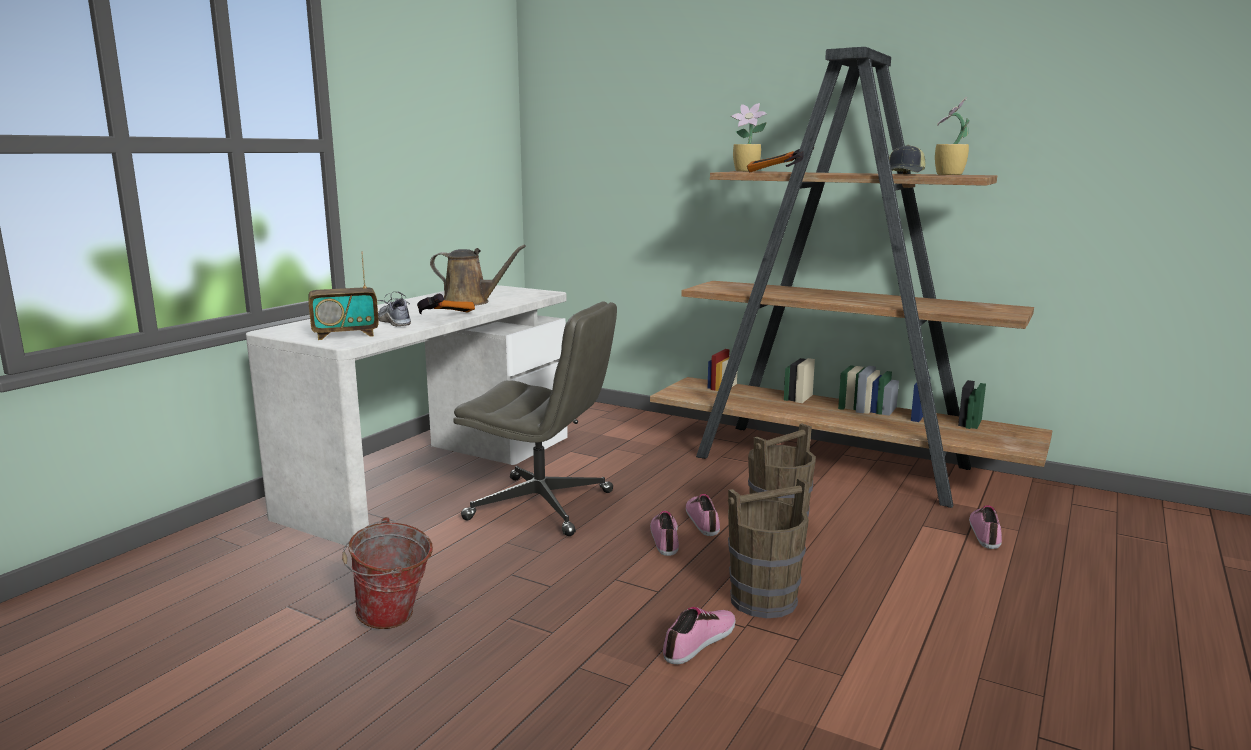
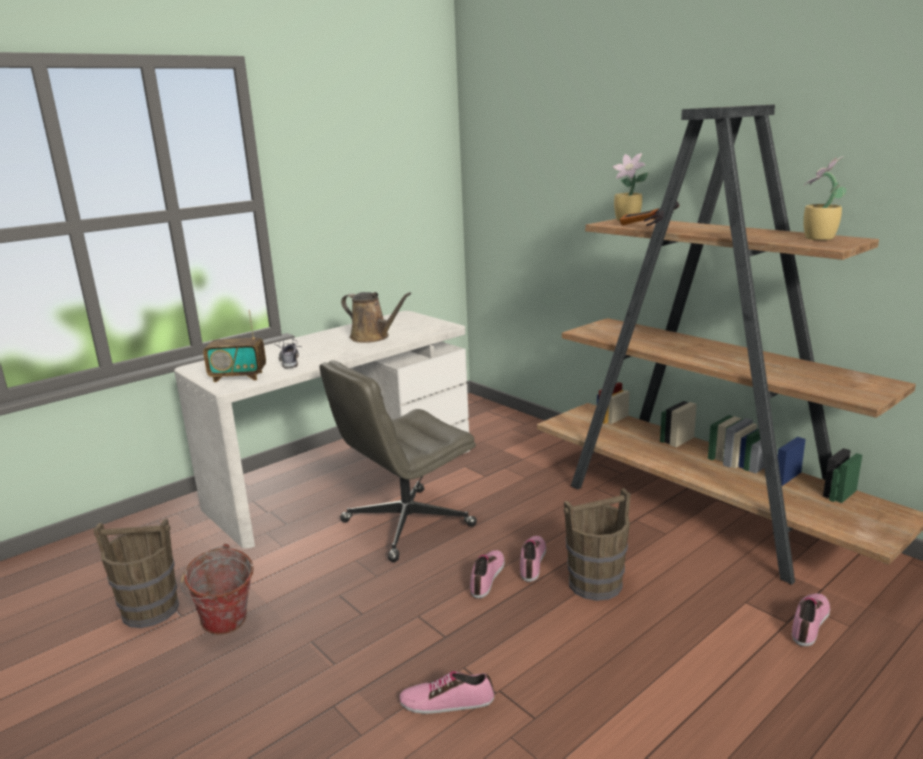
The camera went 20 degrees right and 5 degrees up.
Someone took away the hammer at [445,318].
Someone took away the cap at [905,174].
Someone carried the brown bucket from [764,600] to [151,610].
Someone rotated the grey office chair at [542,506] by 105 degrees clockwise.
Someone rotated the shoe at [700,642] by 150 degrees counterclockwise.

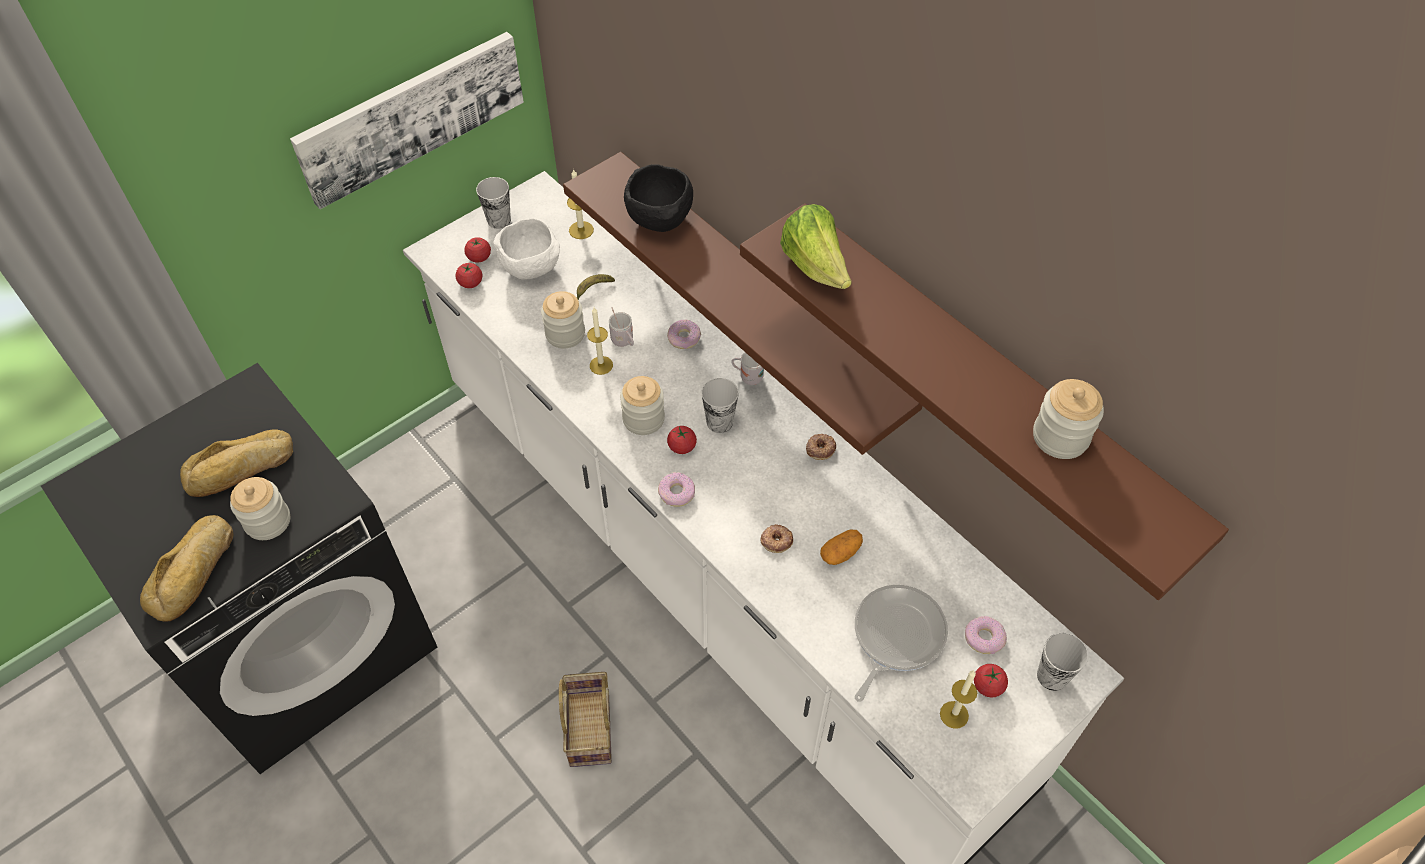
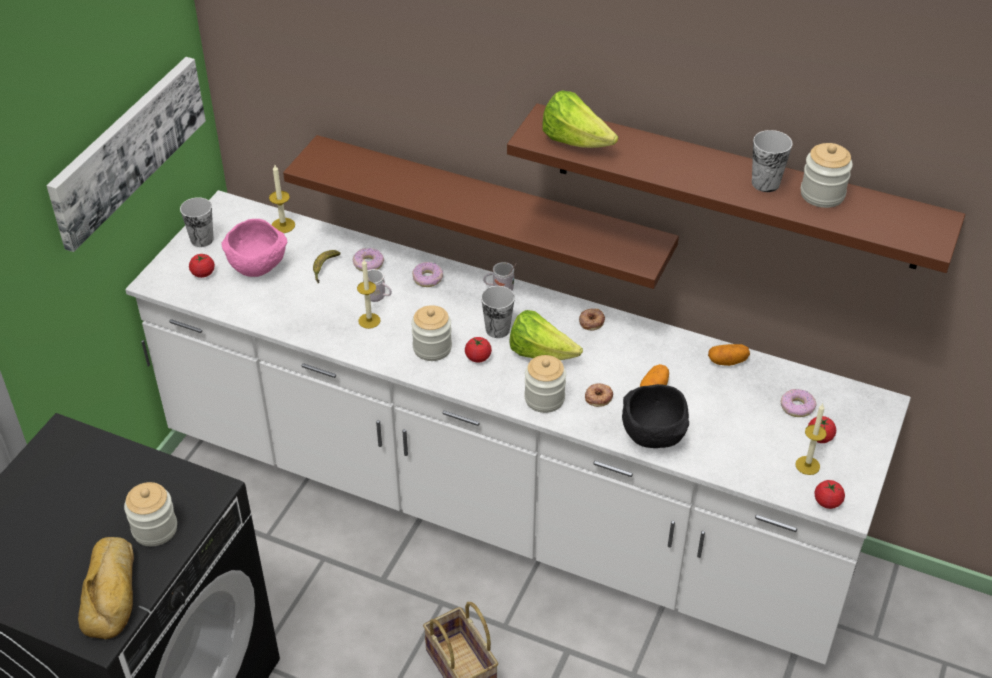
The camera went 25 degrees left and 10 degrees down.
Someone took away the bread at [241,470].
Someone took away the frying pan at [895,636].
Someone put down the lettuce at [540,353].
Someone put down the potato at [727,361].
Someone carried the tomato from [470,283] to [827,502].
Someone carried the jar from [565,334] to [544,398].
Someone carried the black bowl from [661,221] to [655,437].
Someone carried the donut from [676,493] to [368,264].
Someone carried the cup from [1052,676] to [765,183].
Someone repainted the white bowl at [533,268], which became the pink bowl at [258,267].

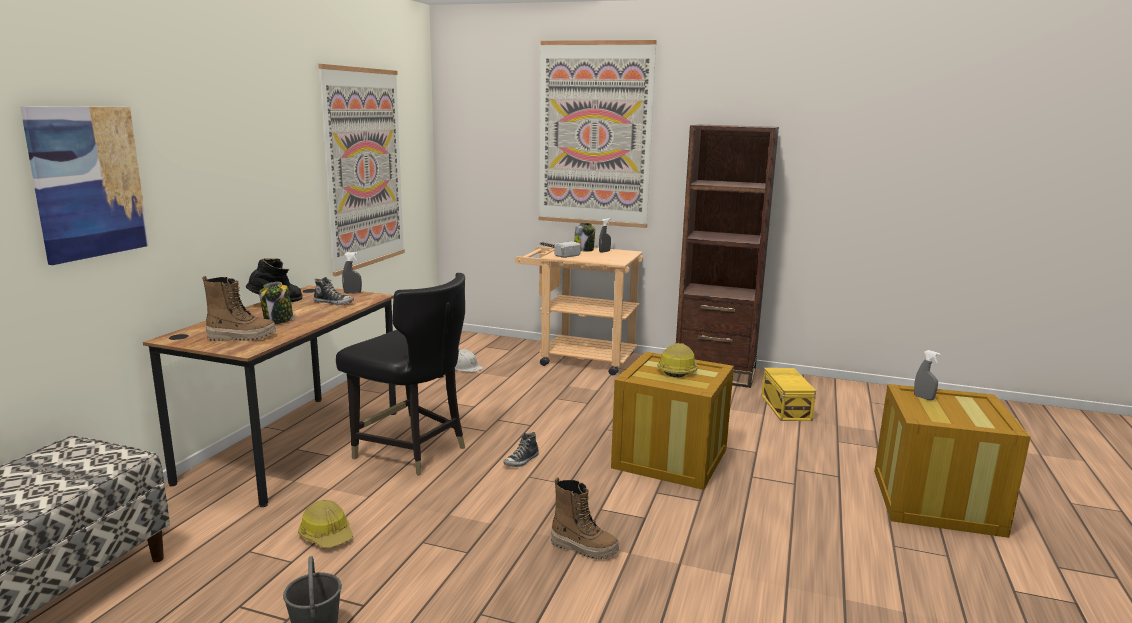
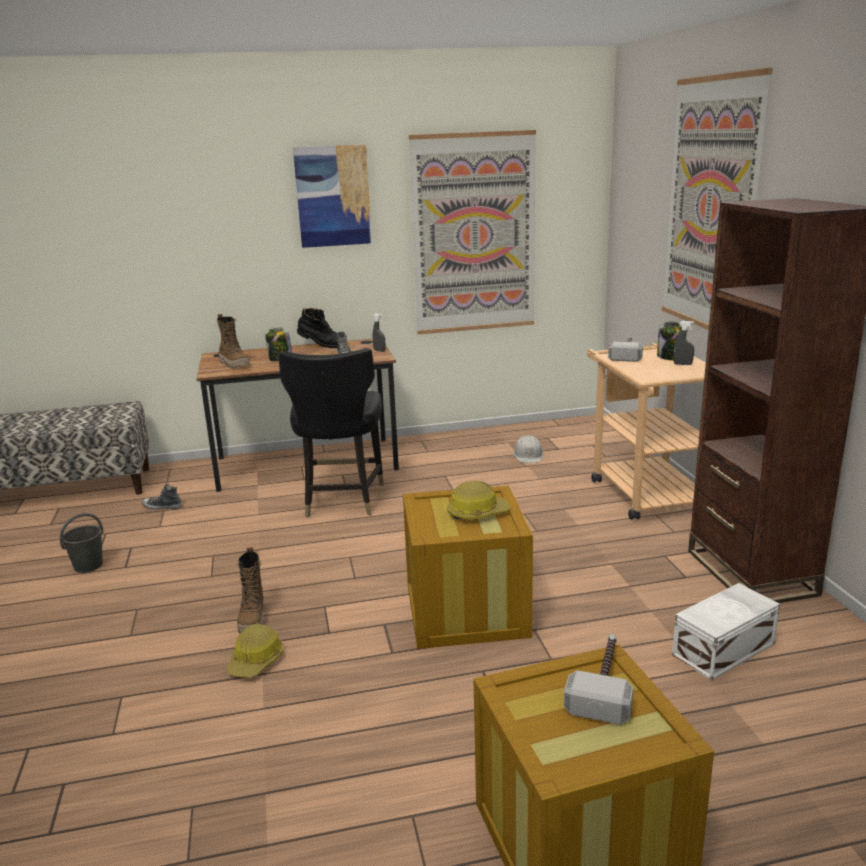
The camera went 60 degrees right and 5 degrees up.
Someone carried the picture from [88,182] to [333,196].
Someone carried the hard hat from [327,535] to [256,661].
Someone carried the shoe from [521,461] to [162,507].
Someone swapped the grey spray bottle at [923,398] for the hammer at [604,683].
Someone repainted the yellow storage box at [786,407], which became the white storage box at [725,650].

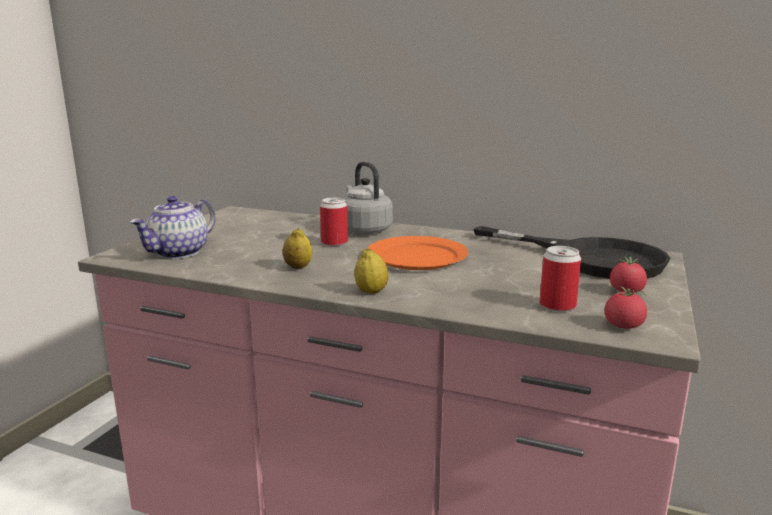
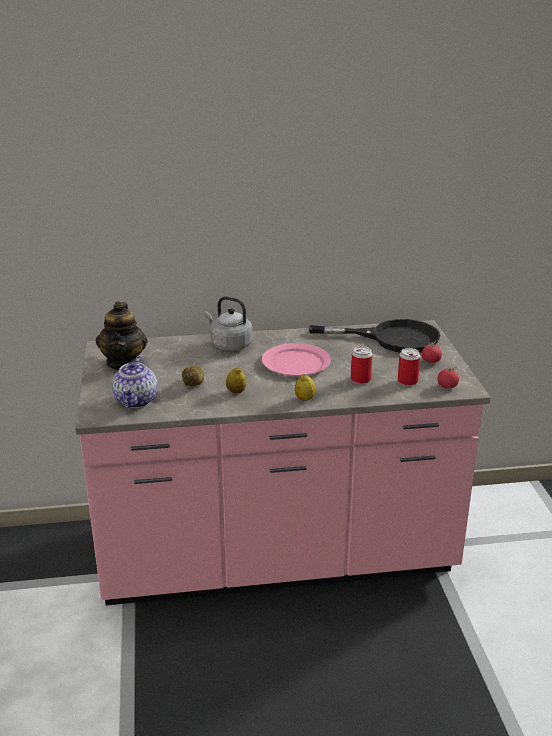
The camera went 30 degrees left and 10 degrees up.
Someone put down the teapot at [124,363].
Someone put down the potato at [194,384].
Someone carried the can from [334,243] to [360,379].
Someone repainted the orange plate at [416,257], which became the pink plate at [295,363].

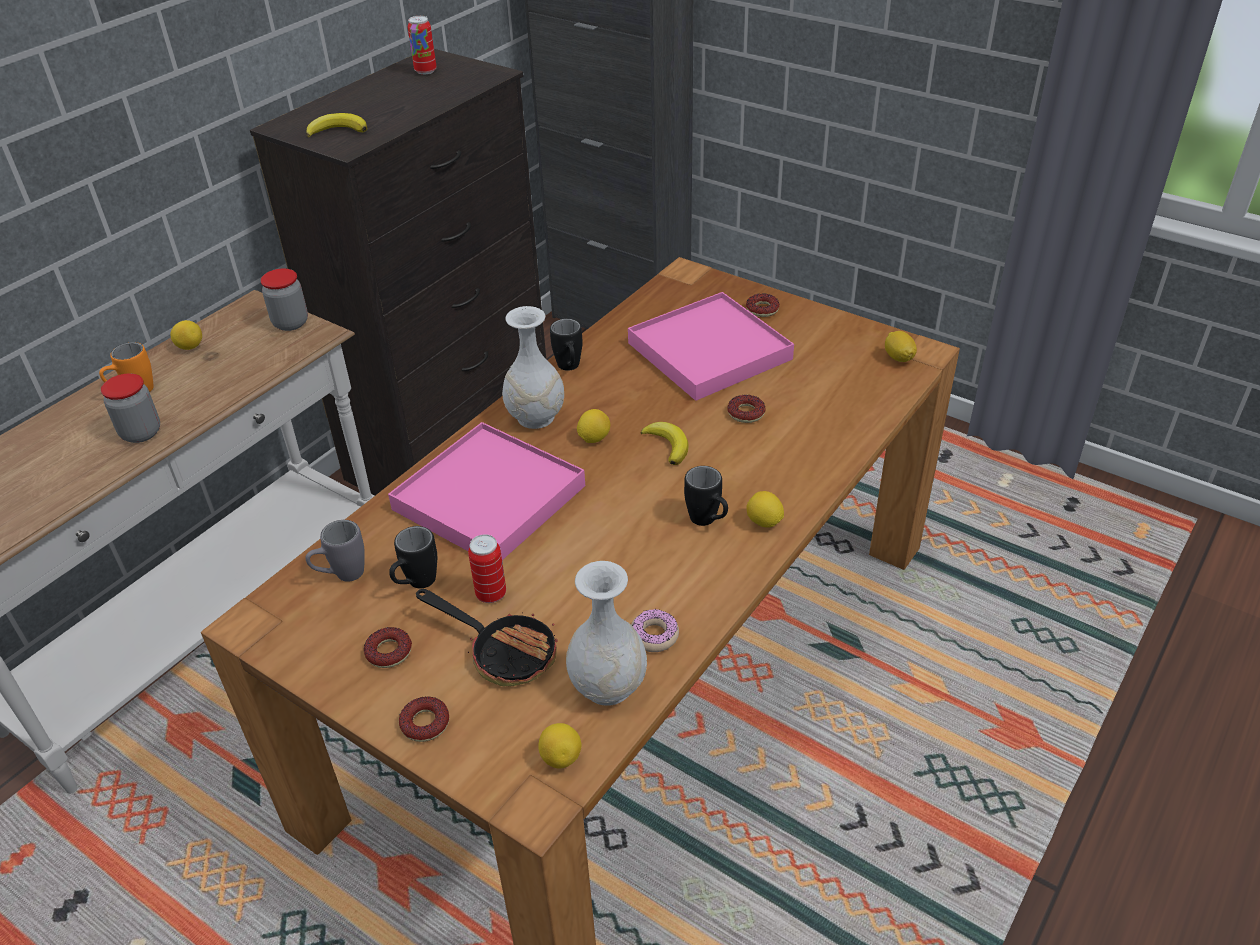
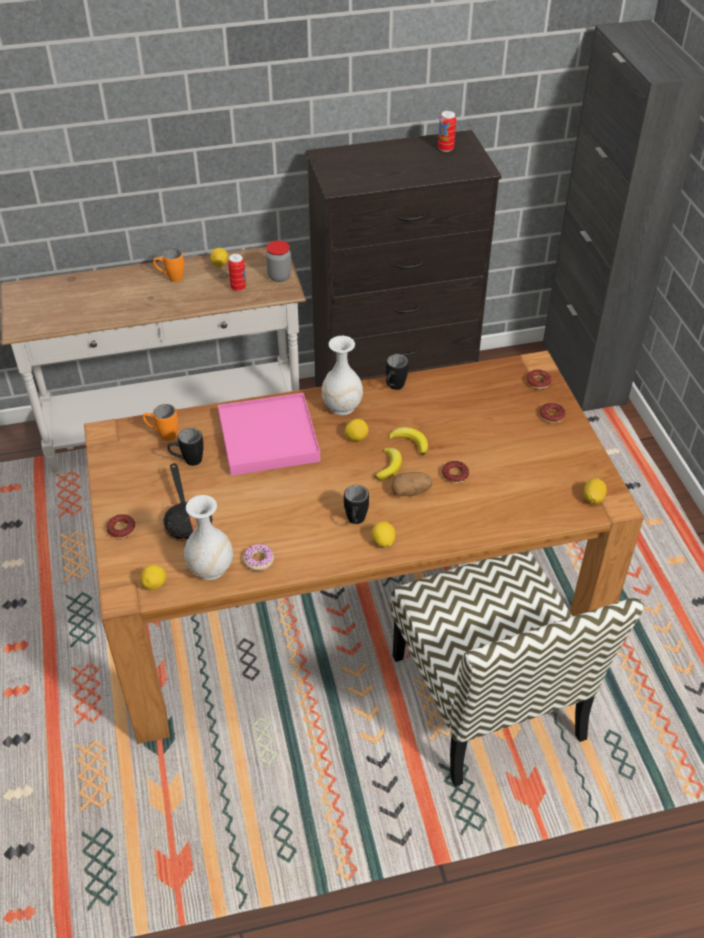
The camera went 40 degrees right and 5 degrees up.
Someone took away the jar at [141,433].
Someone took away the pink tray at [709,351].
Someone put down the chair at [489,700].
Someone put down the potato at [411,491].
Someone carried the banana from [337,130] to [410,442].
Someone carried the donut from [389,652] to [538,382].
Someone carried the can from [491,594] to [238,288].
Someone repainted the grey mug at [341,576], which became the orange mug at [163,435].

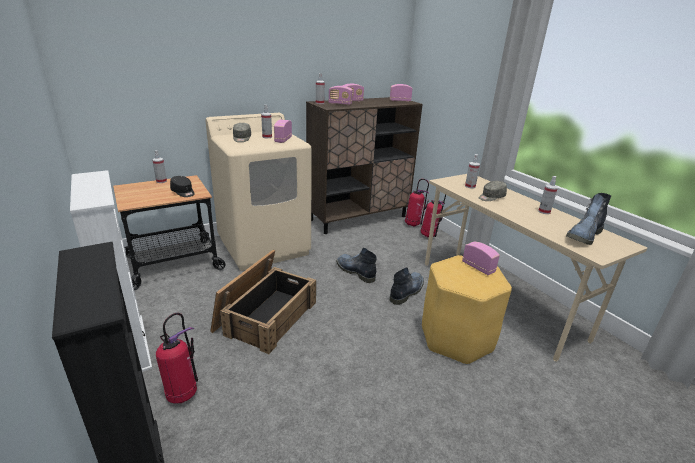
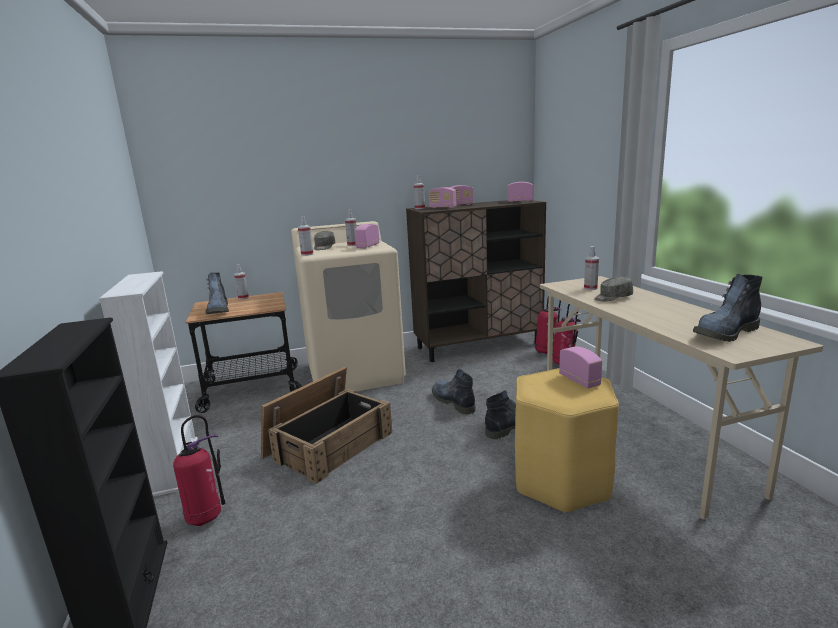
The camera went 15 degrees right and 10 degrees down.
Someone took away the black cap at [183,192].
Someone put down the boot at [218,310].
Someone carried the spray bottle from [544,211] to [307,254].

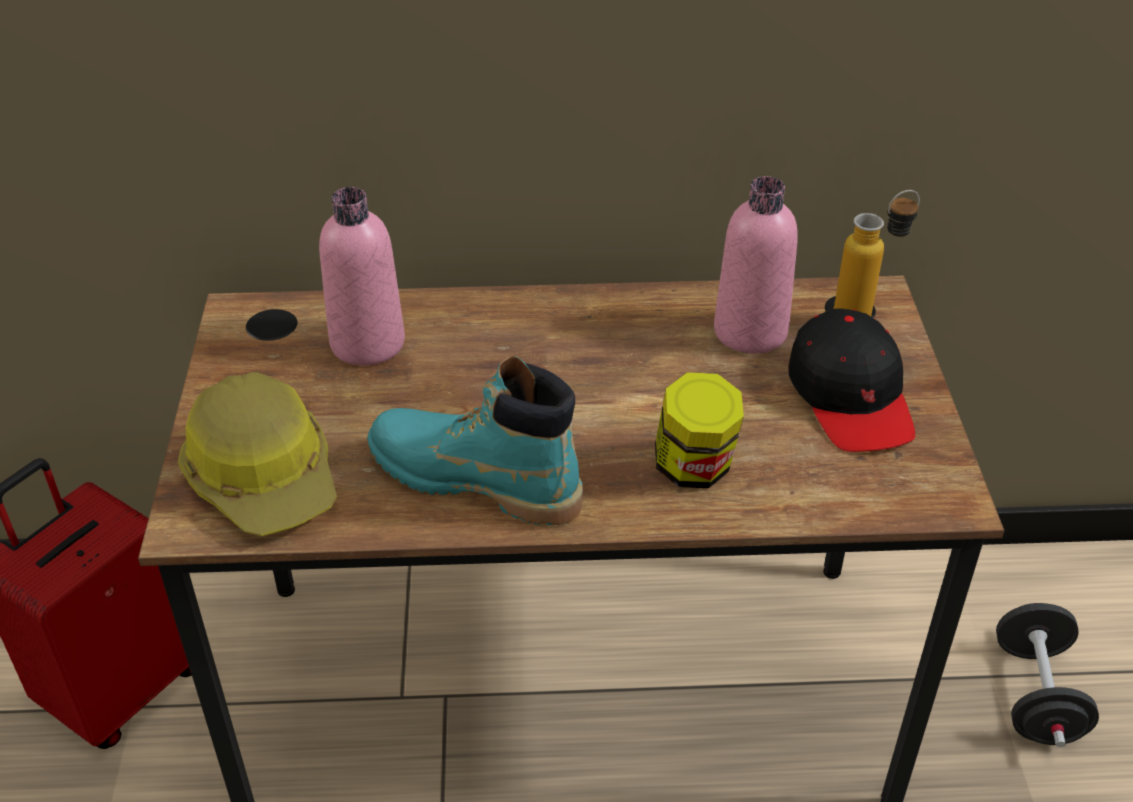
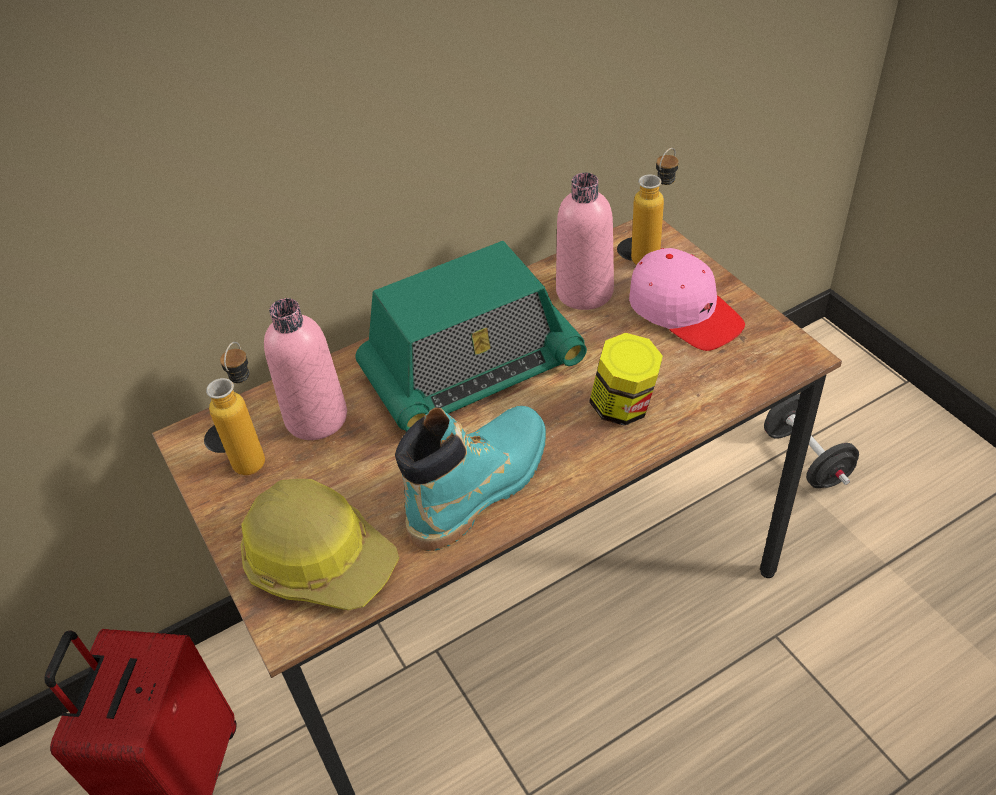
The camera went 25 degrees left and 5 degrees up.
Someone put down the bottle at [255,453].
Someone put down the radio at [472,370].
Someone repainted the black cap at [851,397], which became the pink cap at [684,311].
Someone rotated the turquoise boot at [474,480] by 135 degrees clockwise.

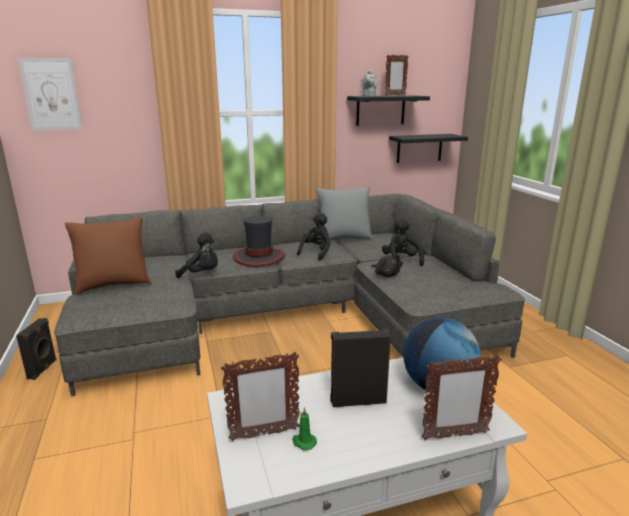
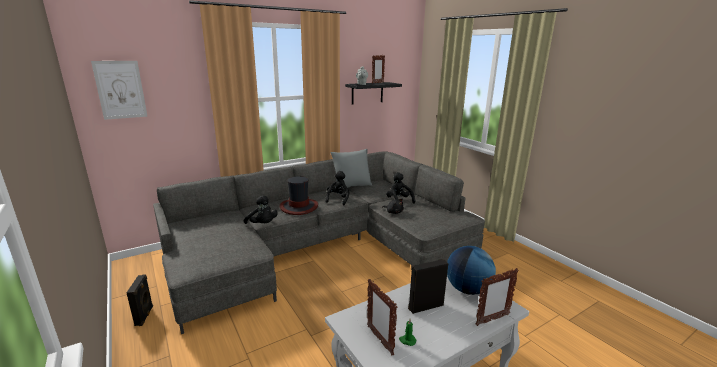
The camera went 15 degrees left and 0 degrees up.
Someone took away the brown pillow at [114,285].
Someone took away the black shelf at [419,148].
Someone rotated the black plush toy at [202,274] by 45 degrees clockwise.
Someone rotated the picture frame at [263,434] by 90 degrees clockwise.

